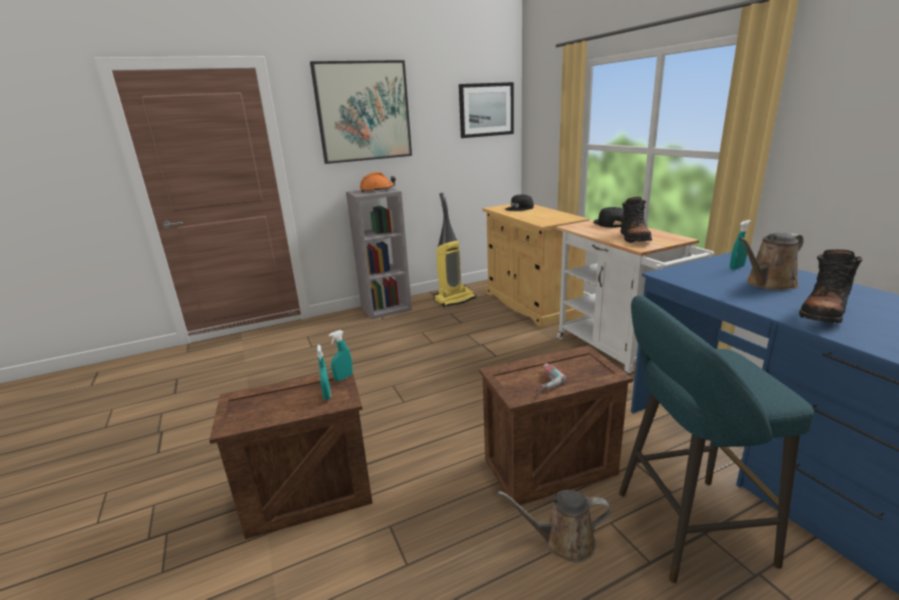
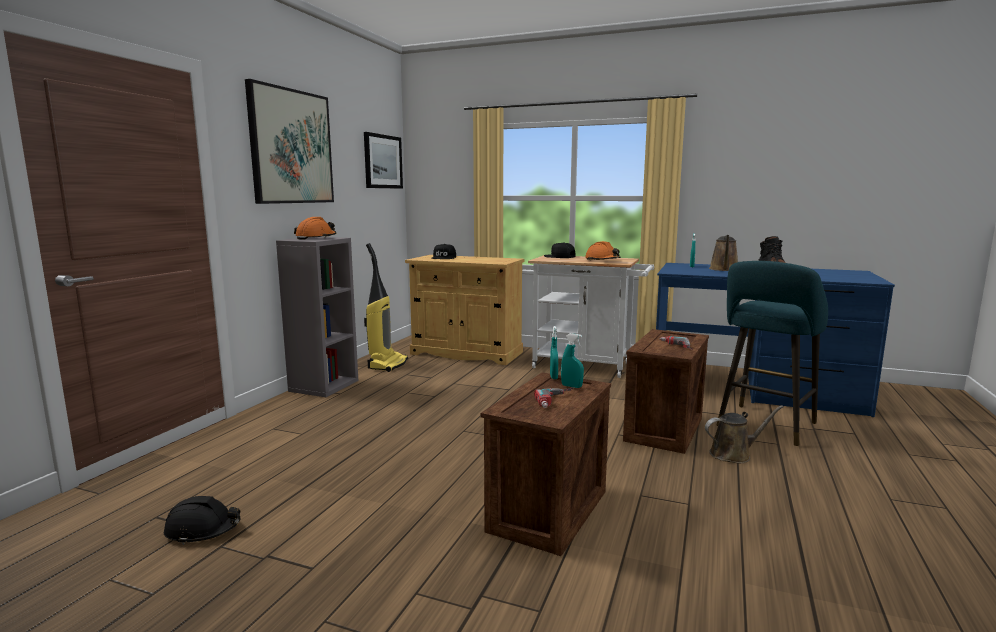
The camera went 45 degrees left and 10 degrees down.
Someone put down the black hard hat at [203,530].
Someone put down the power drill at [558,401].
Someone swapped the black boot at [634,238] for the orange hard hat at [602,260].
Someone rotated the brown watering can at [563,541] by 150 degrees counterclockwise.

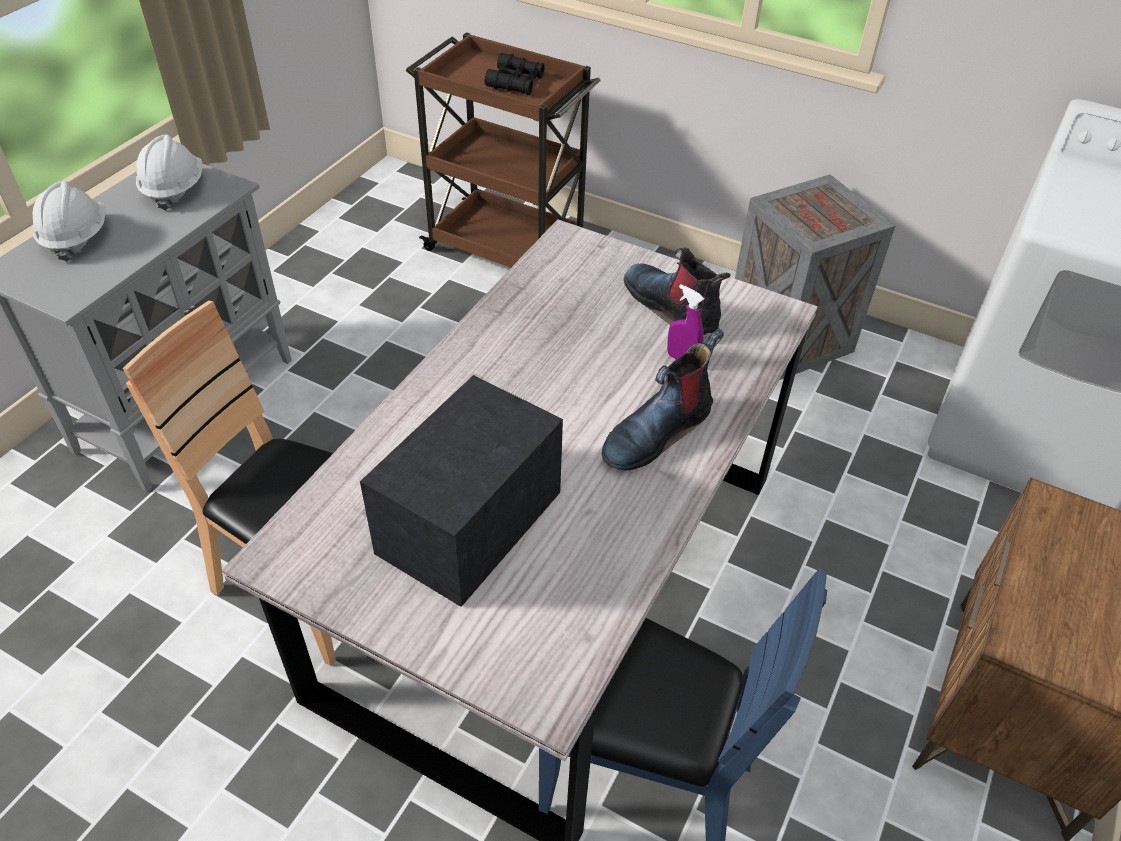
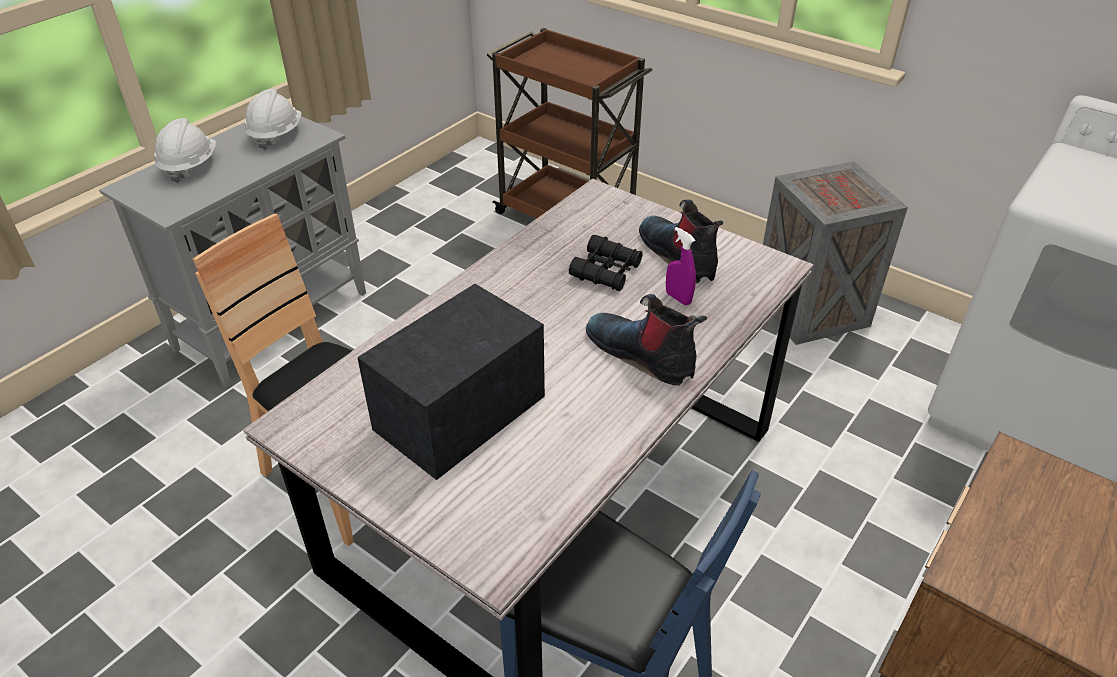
The camera went 10 degrees right and 5 degrees down.
Someone carried the black binoculars from [515,82] to [606,271].
Someone rotated the boot at [657,431] by 75 degrees clockwise.

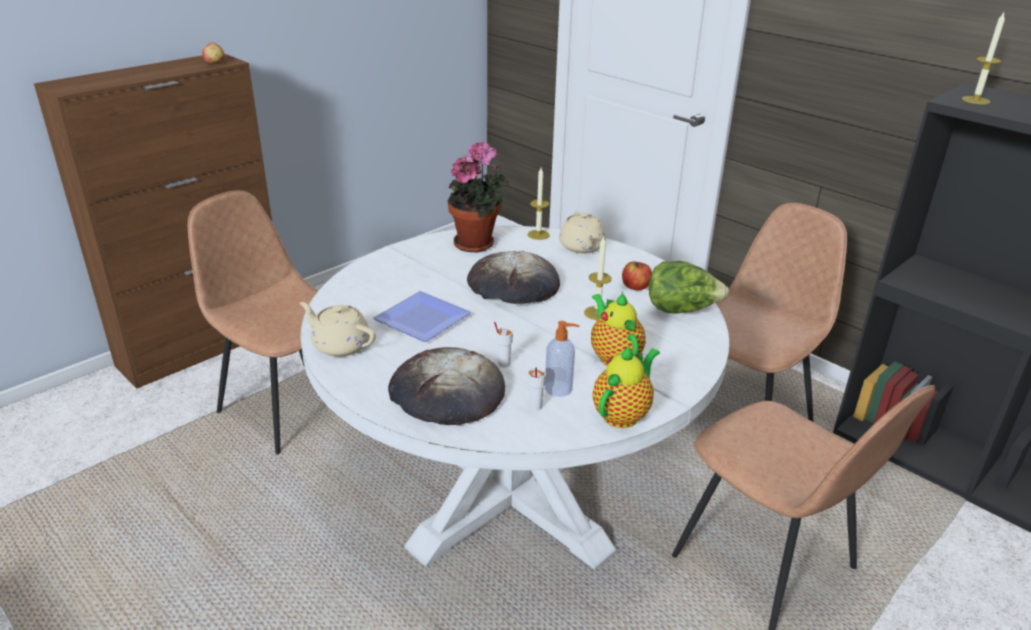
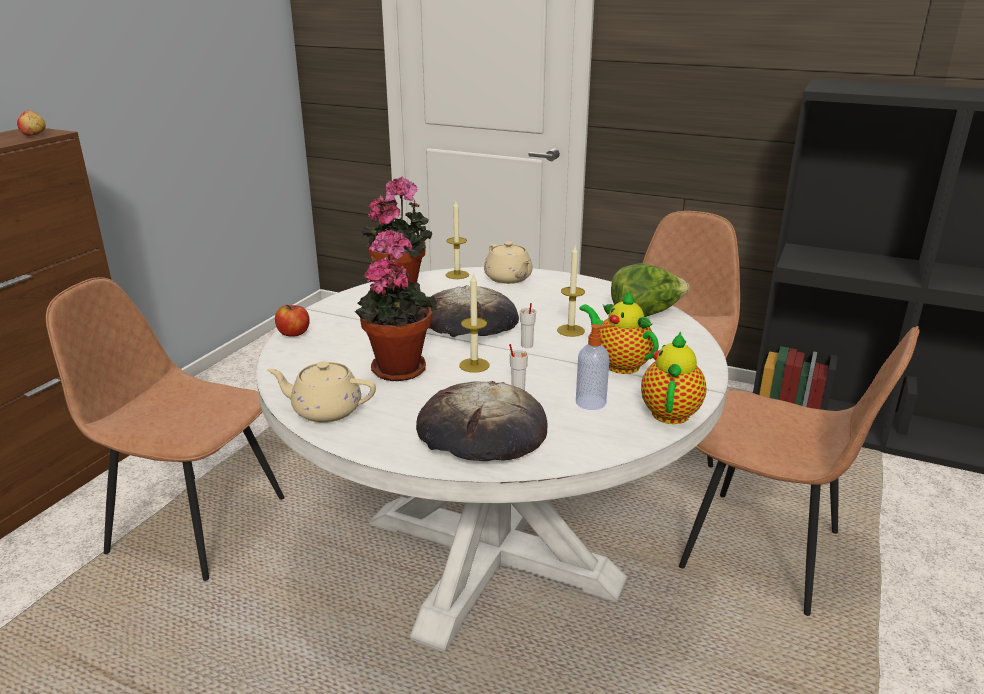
The camera went 20 degrees left and 5 degrees down.
Someone carried the white cup from [535,407] to [527,345].
Someone carried the apple from [635,287] to [294,333].
Someone carried the candle from [975,100] to [474,365].
Someone swapped the plate at [422,318] for the potted plant at [397,367].

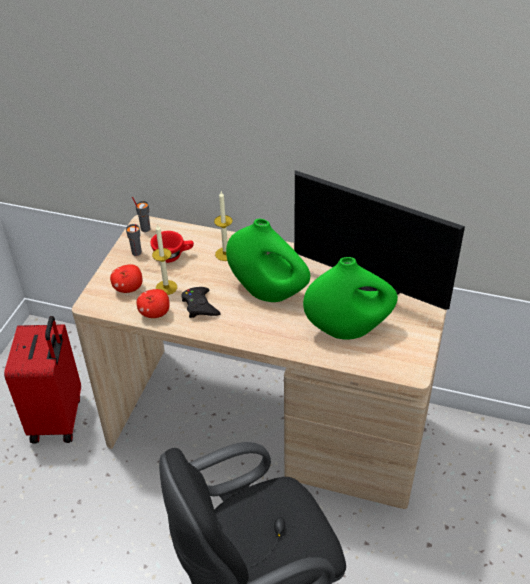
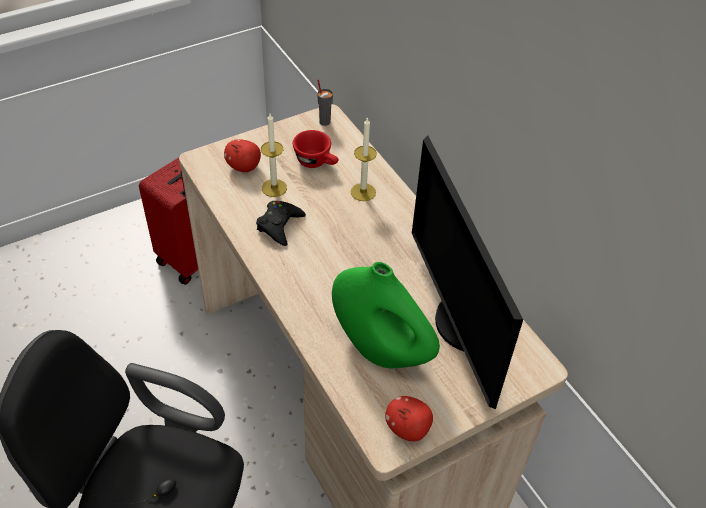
The camera went 40 degrees right and 5 degrees up.
Someone took away the grey cup at [136,253].
Someone took away the green vase at [268,292].
Someone carried the apple from [155,313] to [407,428].

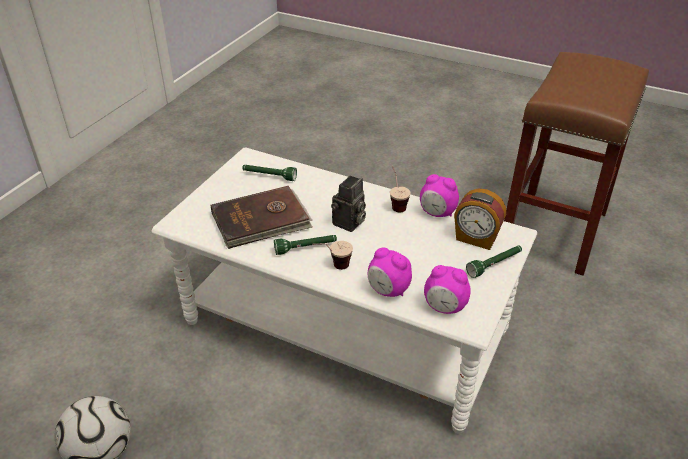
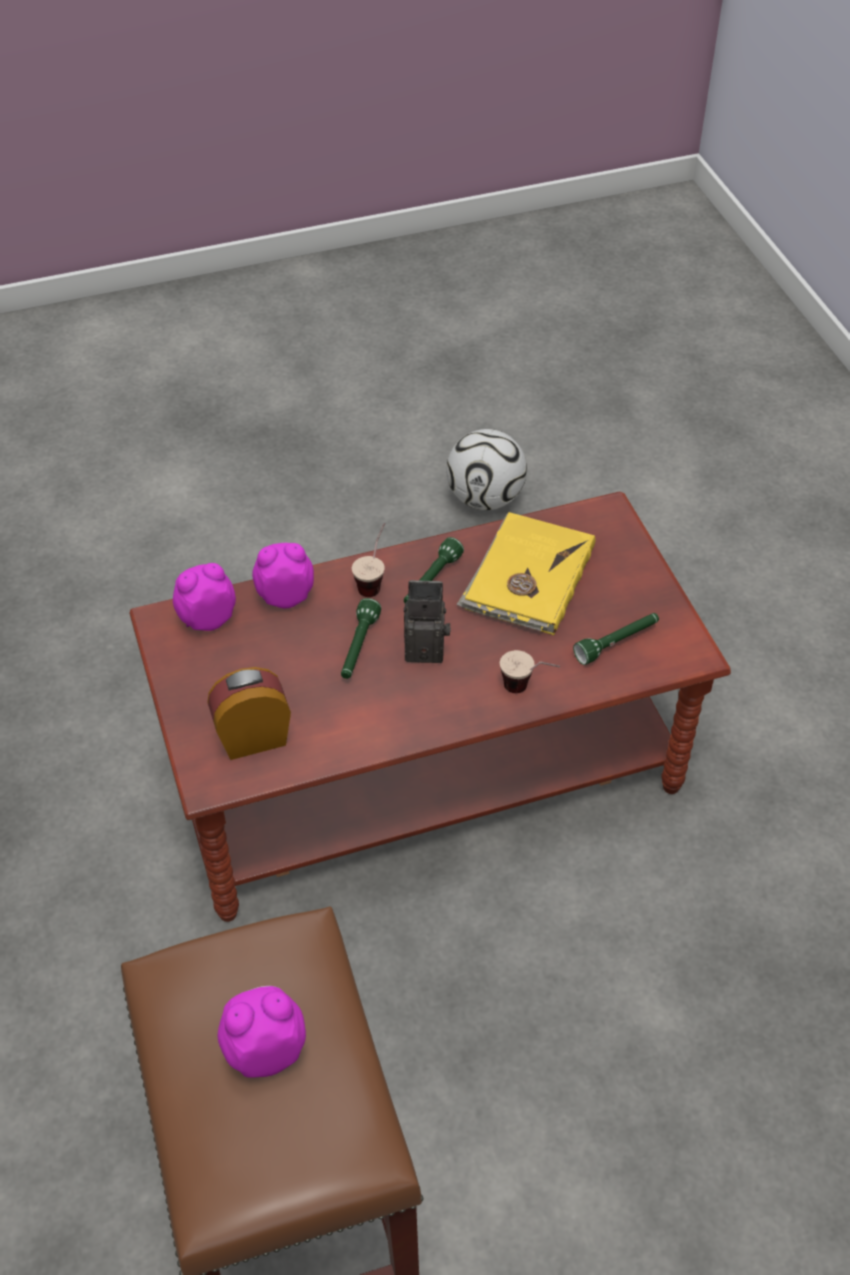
The camera went 135 degrees right and 10 degrees up.
Someone carried the cup from [396,203] to [528,690].
Someone carried the alarm clock from [437,213] to [265,1050].
Someone carried the green flashlight from [494,265] to [358,648].
Someone repainted the white coffee table at [345,328], which became the brown coffee table at [423,770].
Someone repainted the brown book at [261,221], which became the yellow book at [527,578].
Someone rotated the photo camera at [349,223] by 105 degrees clockwise.

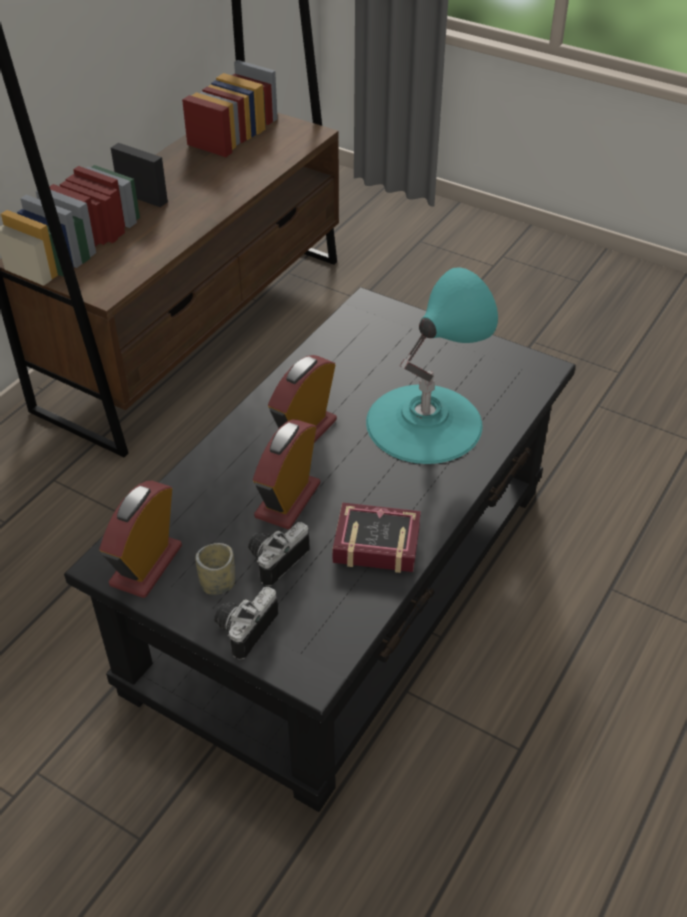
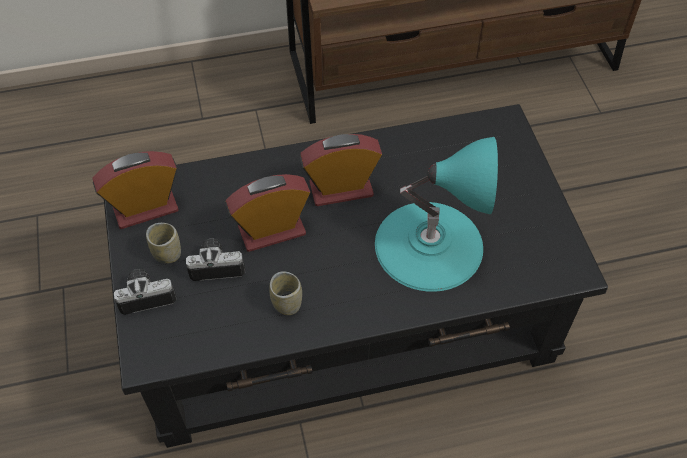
The camera went 45 degrees right and 10 degrees up.
Someone swapped the book at [373,541] for the cup at [287,304].

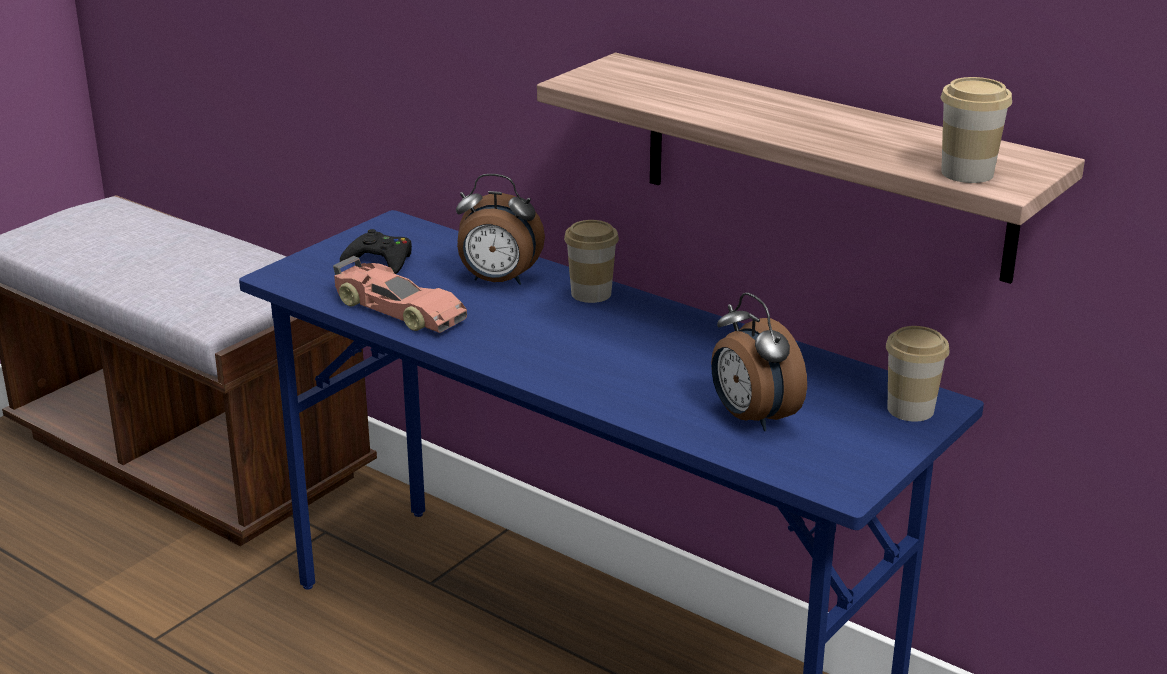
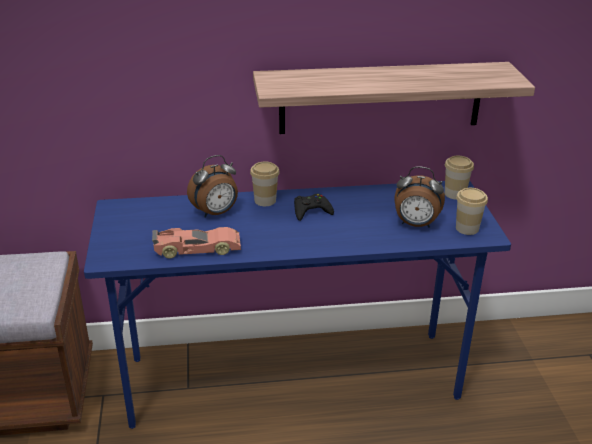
The camera went 45 degrees left and 5 degrees up.
Someone carried the black game controller from [380,260] to [311,211].
Someone carried the cup from [967,173] to [467,228].

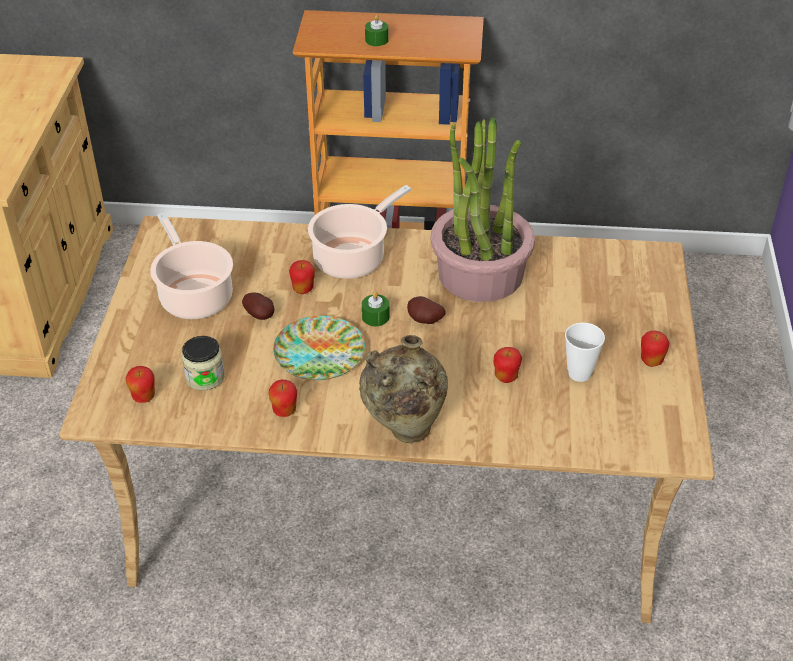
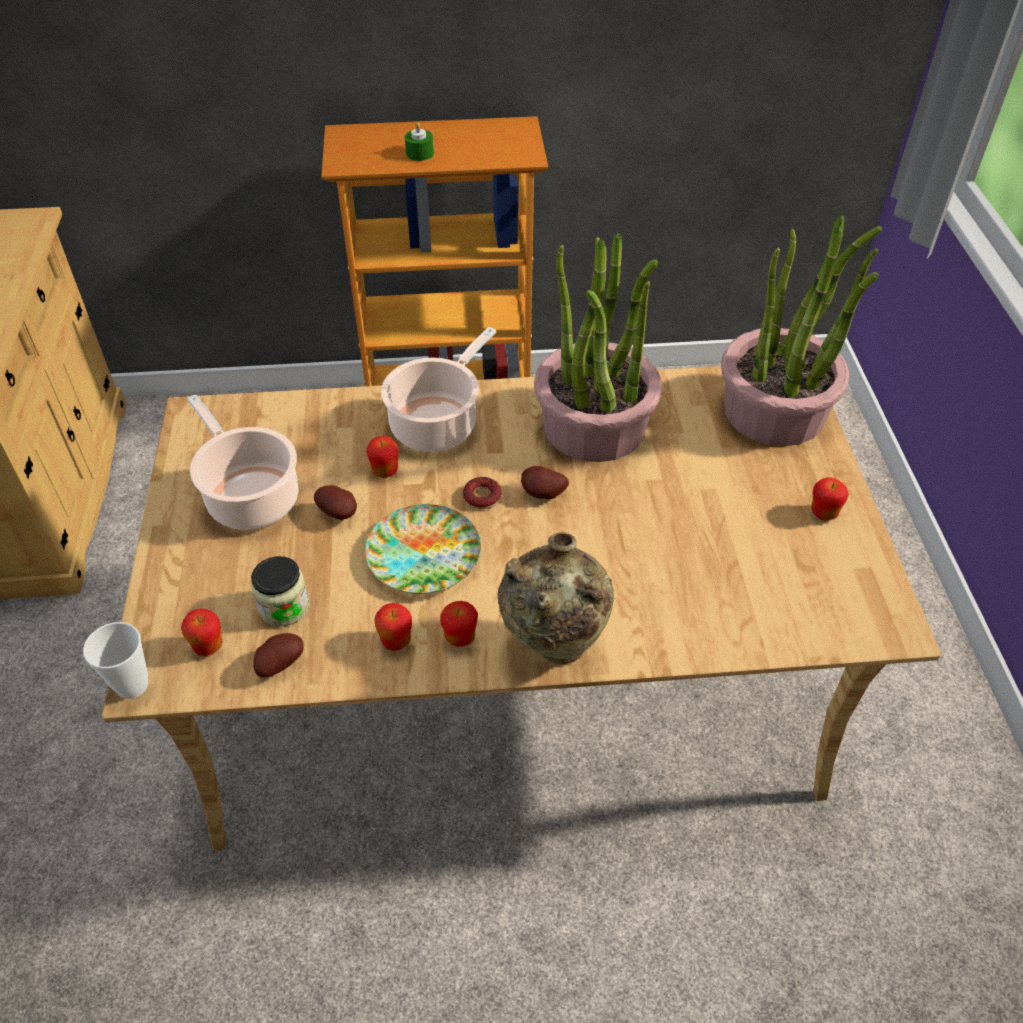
The camera went 10 degrees left and 5 degrees up.
Someone put down the potato at [279,663].
Someone put down the potted plant at [775,412].
Someone carried the apple from [506,377] to [460,638].
Someone carried the cup from [579,373] to [132,685].
Someone swapped the green candle at [375,317] for the donut at [482,497].

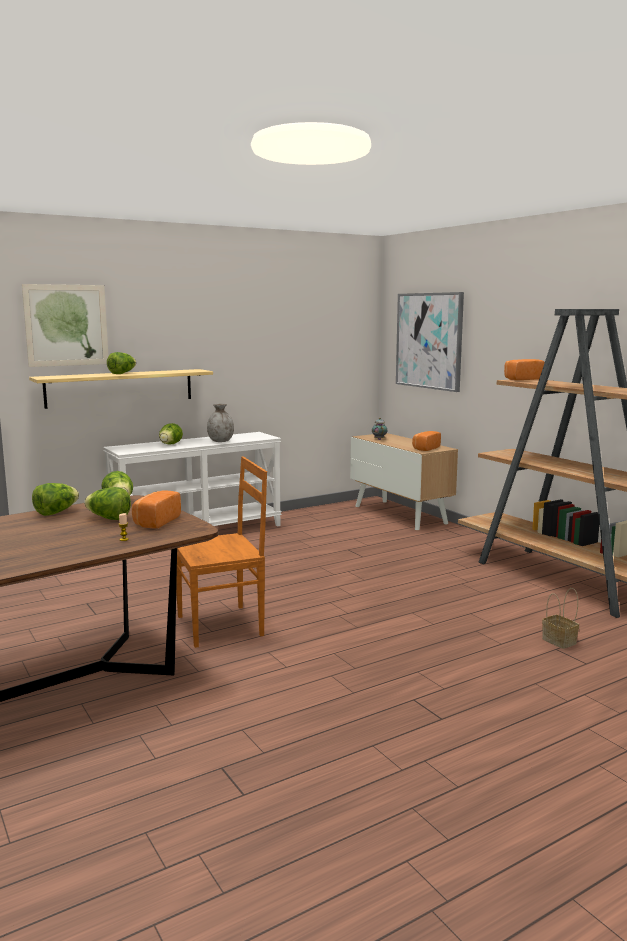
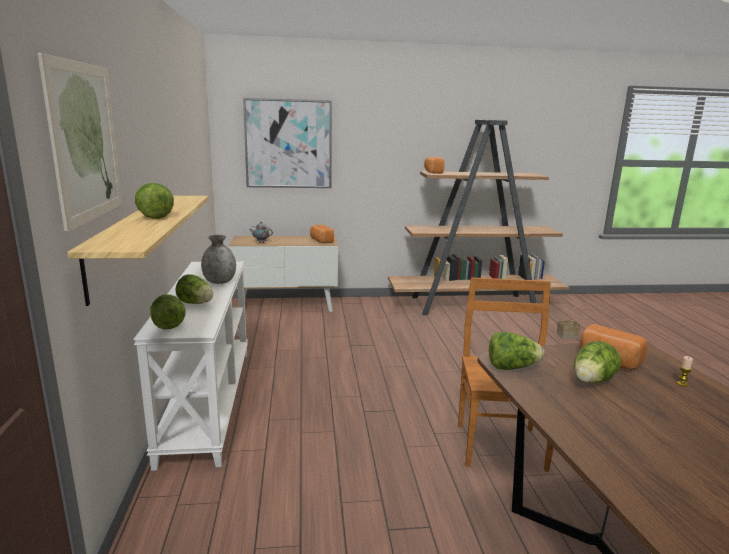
The camera went 65 degrees left and 5 degrees up.
Someone carried the lettuce from [56,512] to [168,324].

